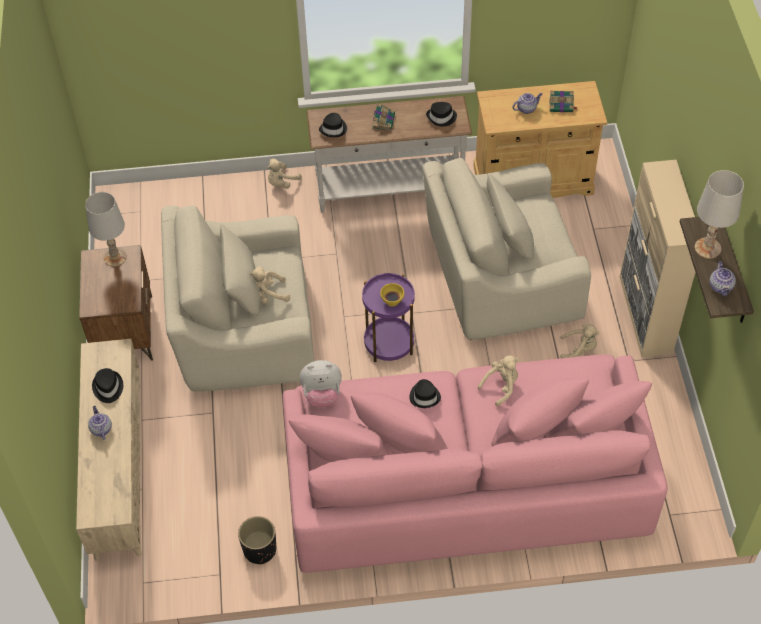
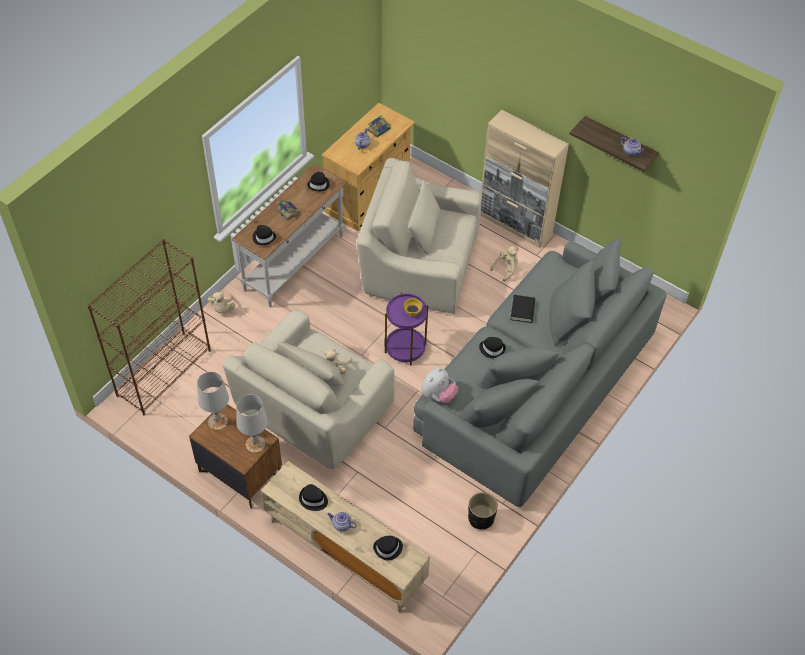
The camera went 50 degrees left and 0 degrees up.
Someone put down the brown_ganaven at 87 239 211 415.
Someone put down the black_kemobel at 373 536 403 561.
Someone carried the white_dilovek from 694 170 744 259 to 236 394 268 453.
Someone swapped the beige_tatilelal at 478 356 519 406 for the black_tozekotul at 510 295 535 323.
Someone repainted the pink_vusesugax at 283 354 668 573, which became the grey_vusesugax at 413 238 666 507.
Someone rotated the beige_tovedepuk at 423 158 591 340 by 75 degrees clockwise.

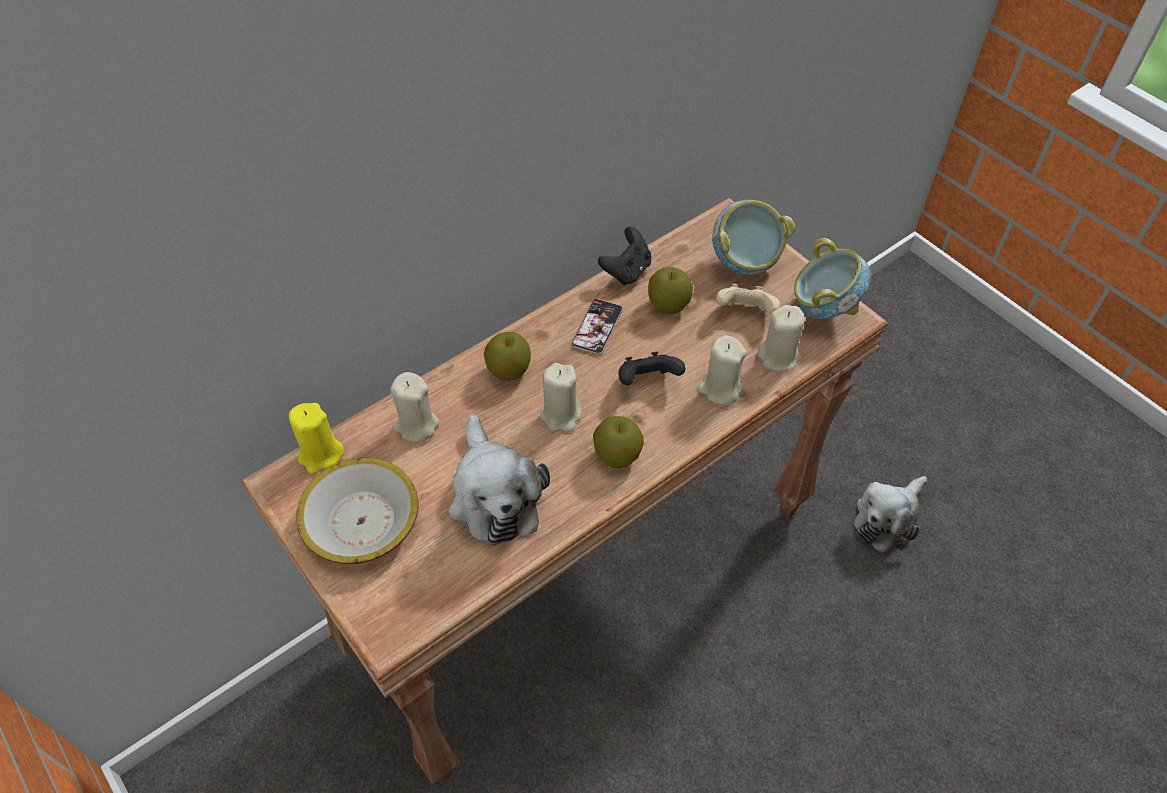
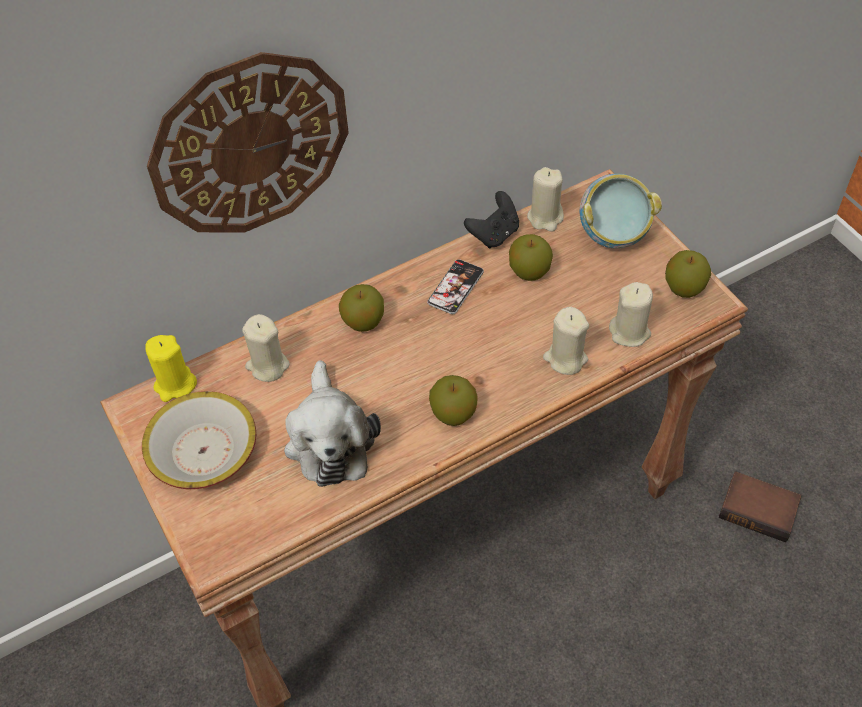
The camera went 10 degrees right and 0 degrees up.
Someone took away the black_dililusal at 618 352 685 385.
Someone took away the beige_dililusal at 716 283 780 314.
Someone put up the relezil at 147 52 349 233.
Someone carried the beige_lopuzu from 540 363 582 432 to 527 167 564 232.
Someone swapped the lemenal at 794 238 871 319 for the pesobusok at 665 250 711 298.
Someone swapped the tatilelal at 854 476 927 553 for the tozekotul at 719 471 801 542.

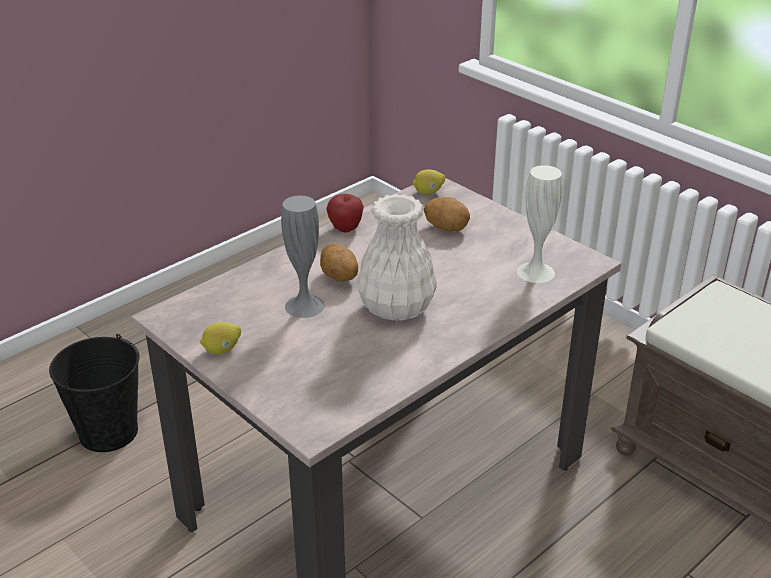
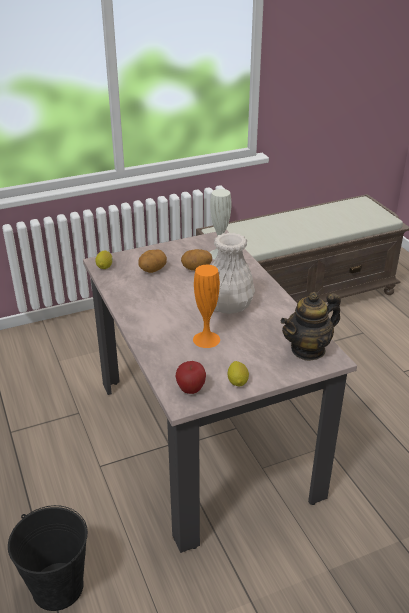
The camera went 70 degrees left and 0 degrees up.
Someone put down the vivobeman at 281 292 341 361.
Someone carried the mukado from 320 243 358 282 to 181 249 212 271.
Someone carried the pesobusok from 327 194 364 232 to 176 361 206 394.
Someone repainted the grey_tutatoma at 281 196 325 318, which became the orange_tutatoma at 193 265 220 348.

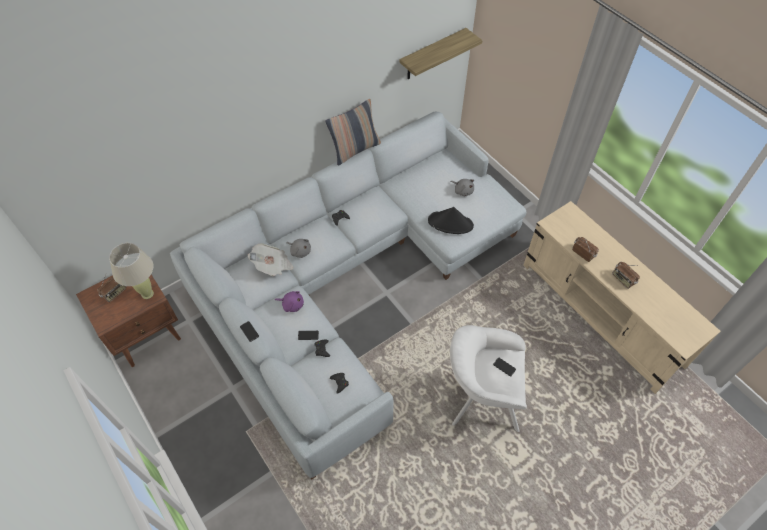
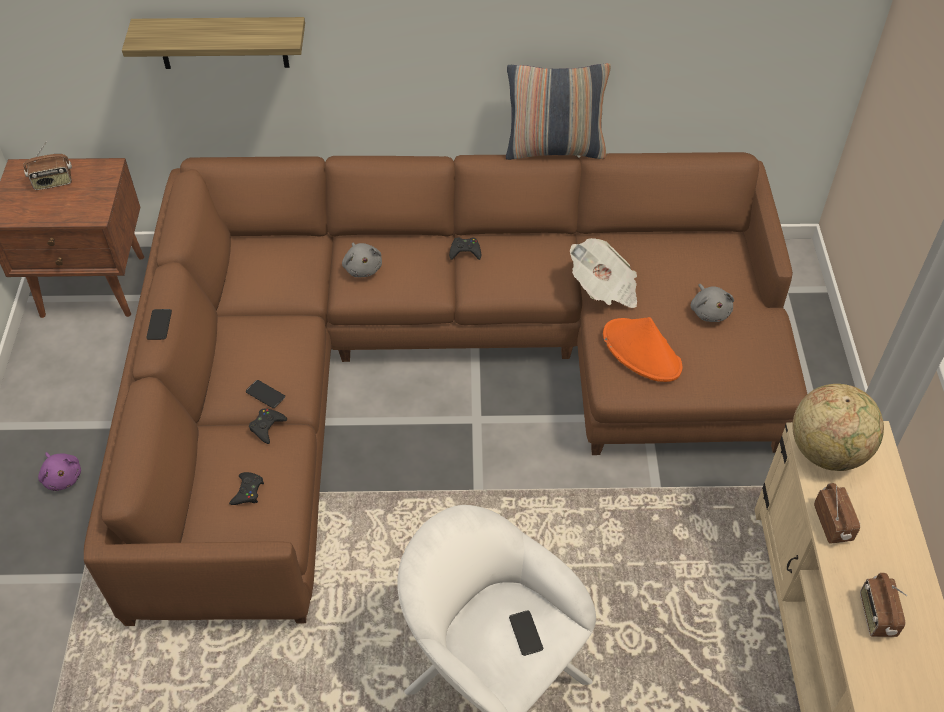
The camera went 35 degrees right and 5 degrees down.
Someone took away the beige_dilovek at 109 243 154 299.
Someone put down the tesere at 792 384 884 471.
Someone carried the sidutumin from 248 243 294 276 to 570 238 637 308.
Someone carried the purple_tatilelal from 275 291 304 312 to 38 452 81 491.
Someone carried the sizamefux from 399 28 483 79 to 122 17 305 69.
Someone repainted the grey_vusesugax at 170 112 526 479, which became the brown_vusesugax at 84 152 807 626.
Someone repainted the black_kemobel at 428 207 474 234, which became the orange_kemobel at 603 317 682 382.

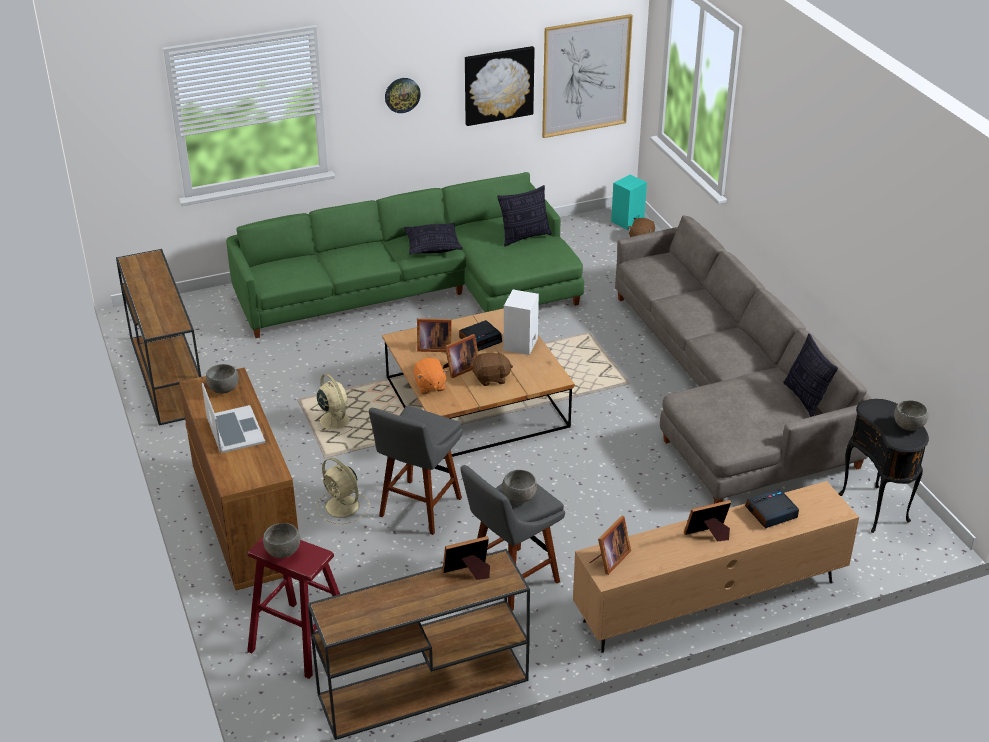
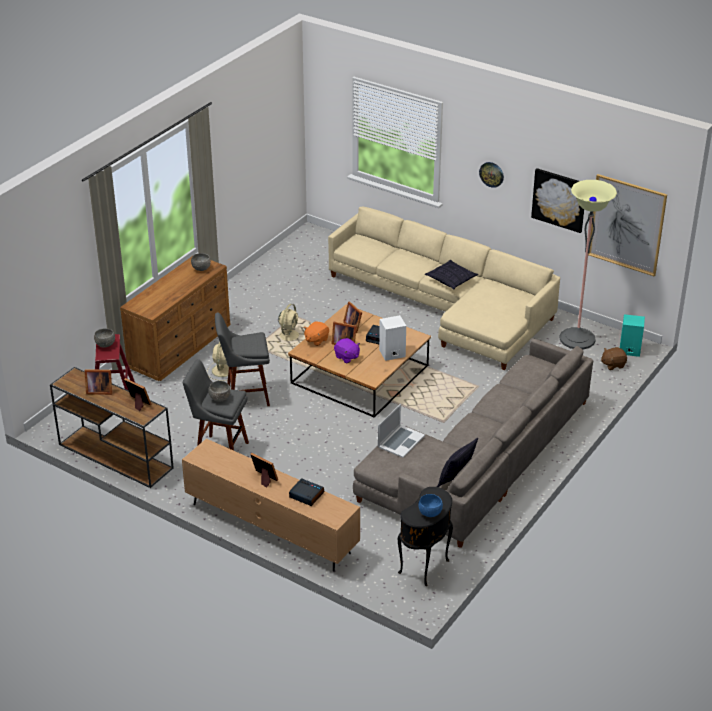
The camera went 55 degrees right and 0 degrees up.
Someone took away the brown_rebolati at 116 249 201 426.
Someone took away the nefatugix at 497 185 552 247.
Someone put down the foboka at 559 180 617 350.
Someone carried the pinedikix from 202 383 265 453 to 378 404 425 458.
Someone carried the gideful from 590 516 631 575 to 84 369 112 395.
Someone repainted the green_vusesugax at 226 172 584 338, which became the beige_vusesugax at 328 206 560 370.
Someone repainted the brown_tatilelal at 472 350 513 386, which became the purple_tatilelal at 334 338 360 363.
Someone repainted the grey_lemenal at 894 400 929 431, which became the blue_lemenal at 418 494 443 517.

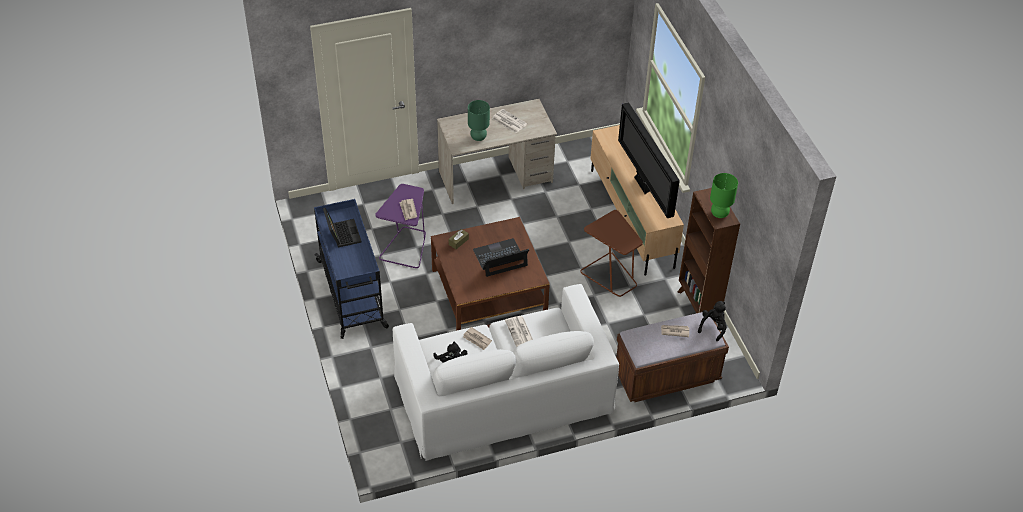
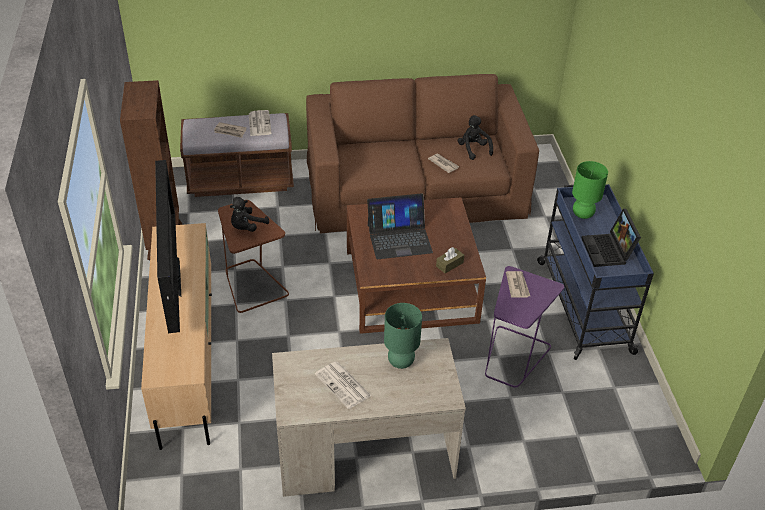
The camera went 170 degrees left and 5 degrees down.
Someone carried the sidutumin from 505 316 533 347 to 249 110 272 136.
Someone carried the black_tatilelal from 698 301 727 341 to 230 197 269 232.
Someone carried the green_dilovek from 710 173 738 218 to 572 161 608 219.
Someone repainted the white_vusesugax at 393 284 619 461, which became the brown_vusesugax at 306 74 539 234.

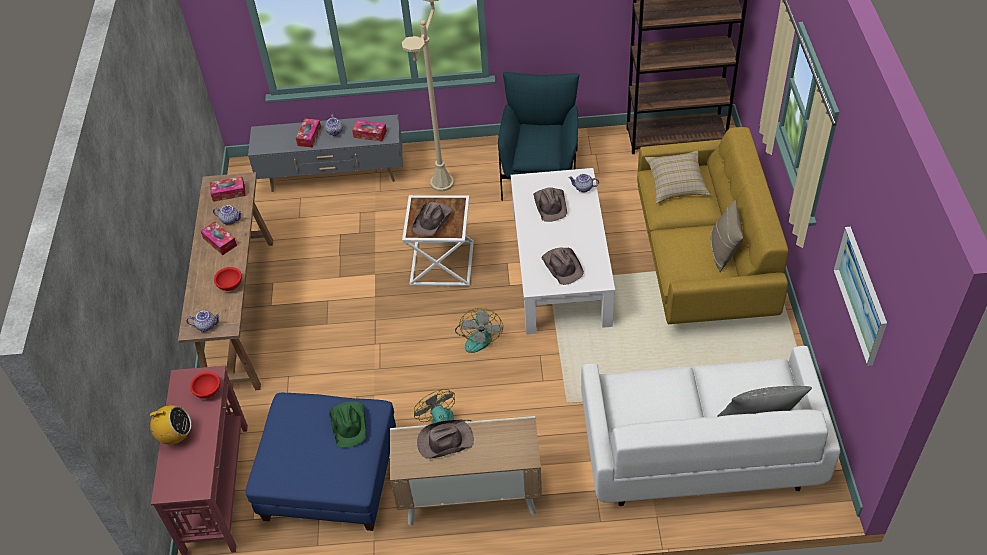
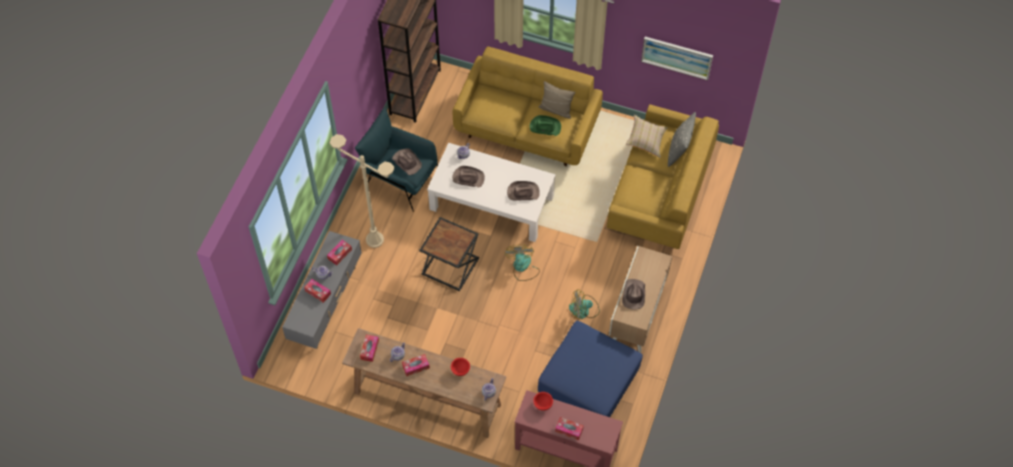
The camera went 70 degrees left and 10 degrees up.
Someone carried the green_kemobel from 329 401 366 448 to 529 115 561 136.
Someone carried the brown_kemobel from 412 202 453 236 to 392 148 422 175.
Someone carried the beige_nefatugix from 645 150 711 203 to 626 115 668 158.
Someone swapped the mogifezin at 144 405 191 445 for the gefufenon at 555 417 584 440.
Someone repainted the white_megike at 402 195 474 286, which became the black_megike at 419 217 479 291.
Someone repainted the white_vusesugax at 581 346 840 506, which became the yellow_vusesugax at 607 104 719 249.
Someone rotated the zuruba at 455 308 503 353 by 120 degrees counterclockwise.

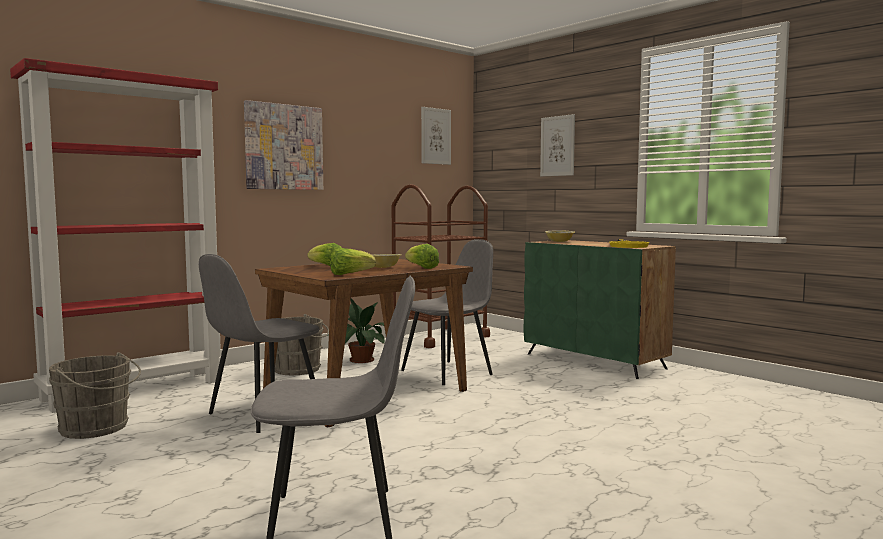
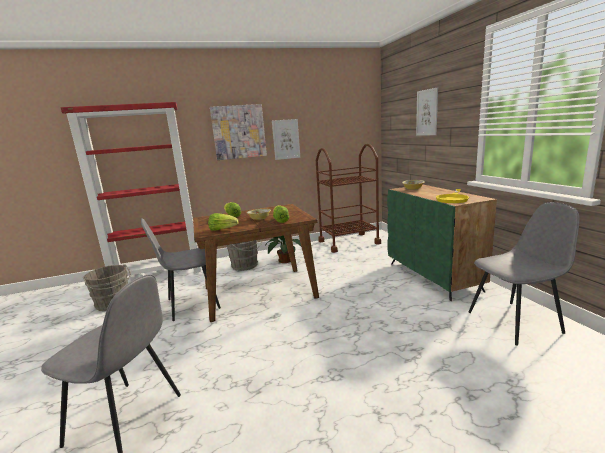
The camera went 25 degrees right and 10 degrees up.
Someone carried the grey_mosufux from 401 239 493 385 to 469 202 580 346.
Someone carried the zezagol from 421 107 451 165 to 272 119 300 160.

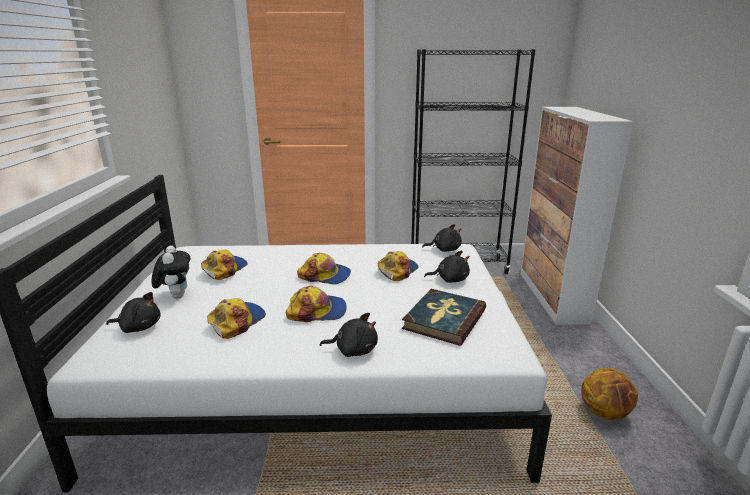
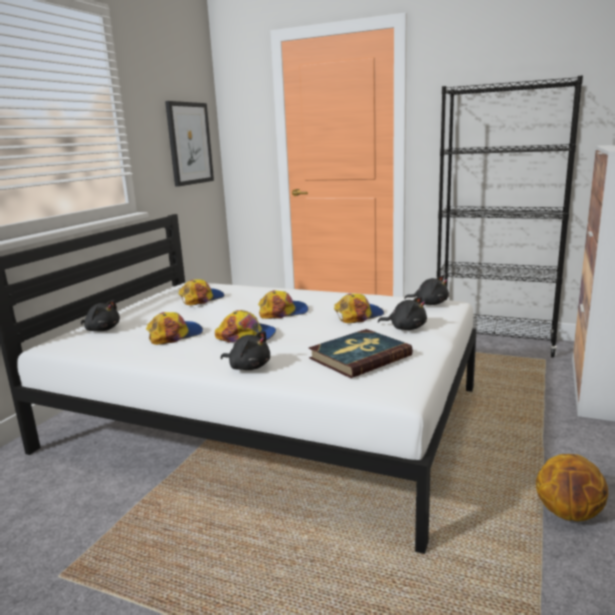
The camera went 25 degrees right and 5 degrees down.
Someone took away the tatilelal at 152 245 190 299.
Someone put up the zezagol at 165 101 214 187.
Someone rotated the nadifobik at 297 253 351 284 by 60 degrees counterclockwise.

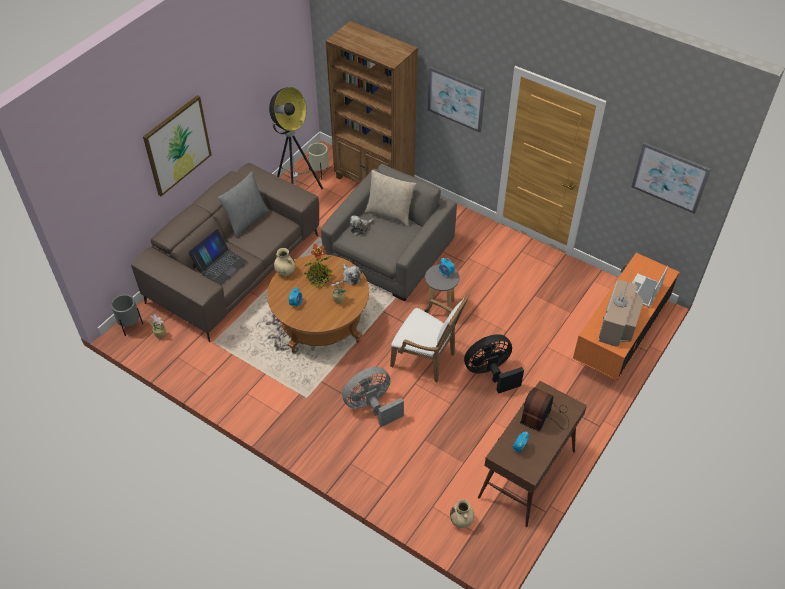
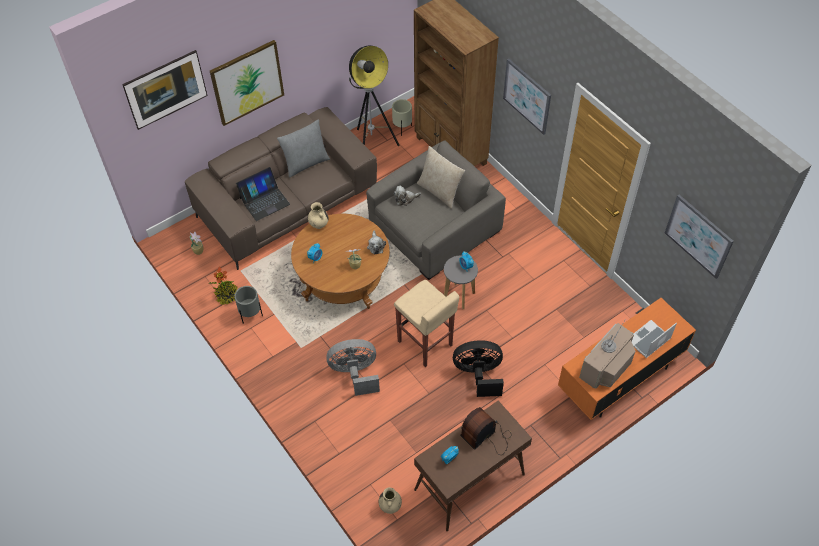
The camera went 20 degrees right and 5 degrees up.
Someone put up the zezagol at 122 50 208 130.
Someone carried the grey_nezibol from 111 294 143 336 to 234 286 263 324.
Someone carried the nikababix from 304 243 332 288 to 210 267 238 305.
Someone swapped the white_tovedepuk at 390 293 470 382 for the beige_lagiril at 394 280 459 367.

